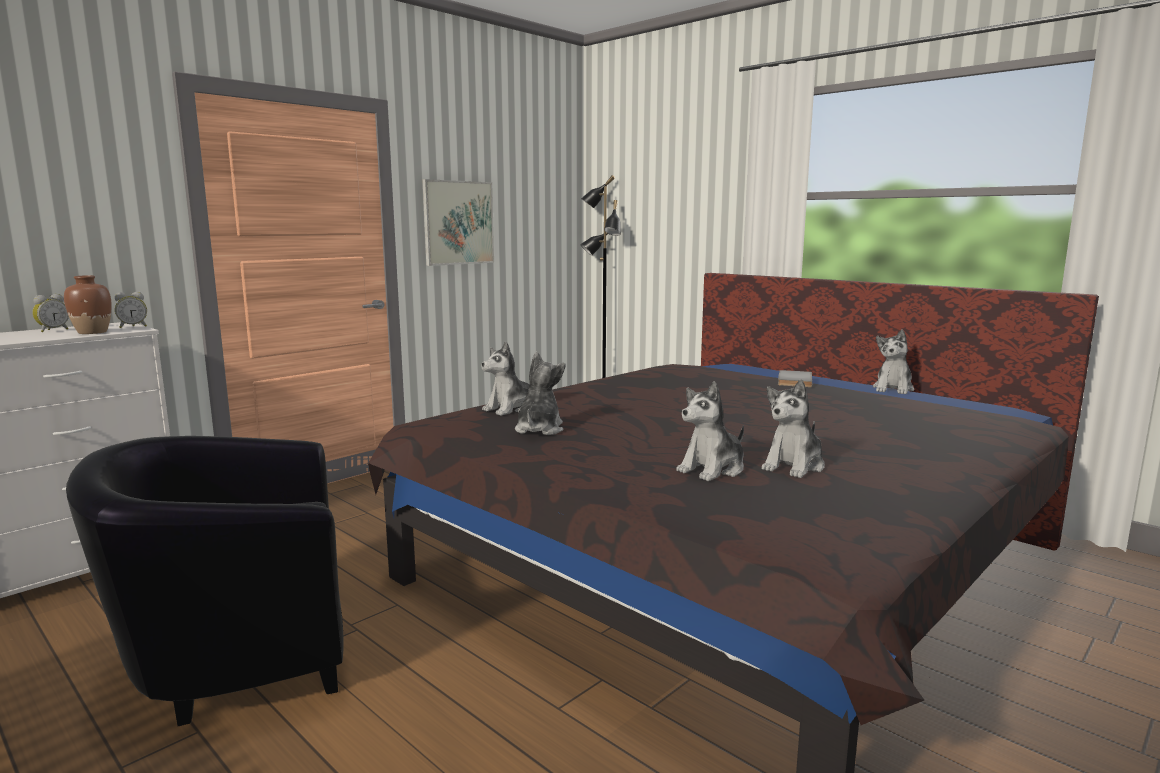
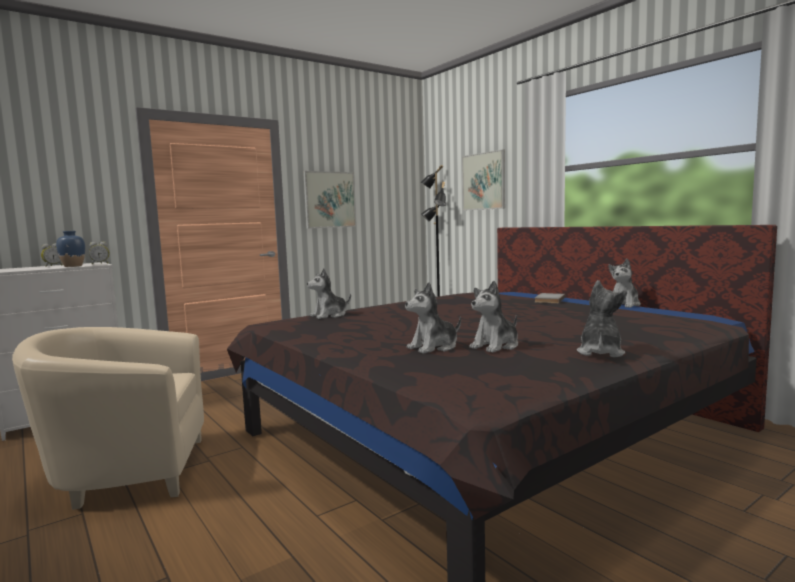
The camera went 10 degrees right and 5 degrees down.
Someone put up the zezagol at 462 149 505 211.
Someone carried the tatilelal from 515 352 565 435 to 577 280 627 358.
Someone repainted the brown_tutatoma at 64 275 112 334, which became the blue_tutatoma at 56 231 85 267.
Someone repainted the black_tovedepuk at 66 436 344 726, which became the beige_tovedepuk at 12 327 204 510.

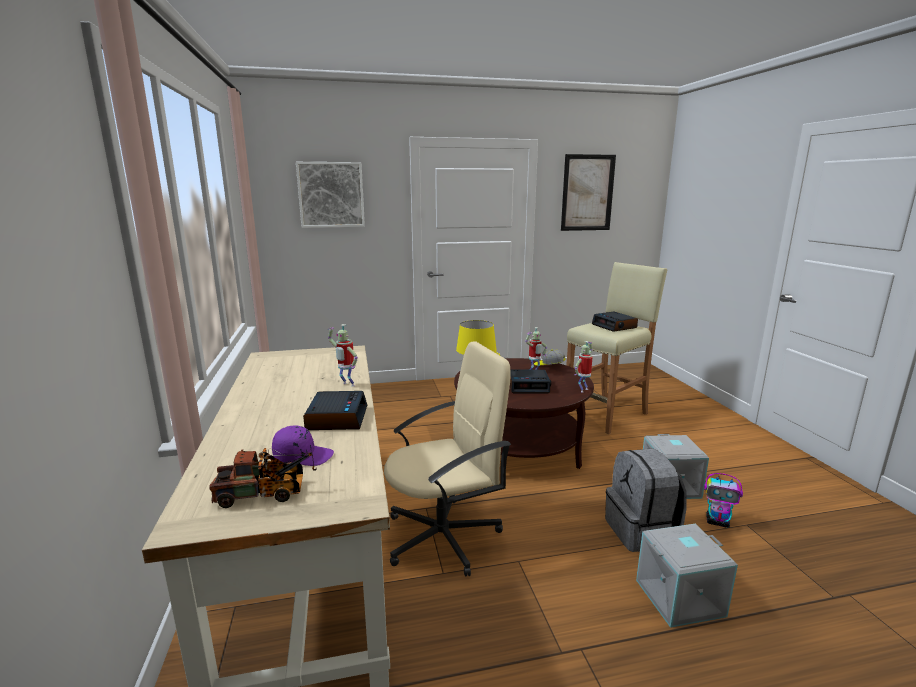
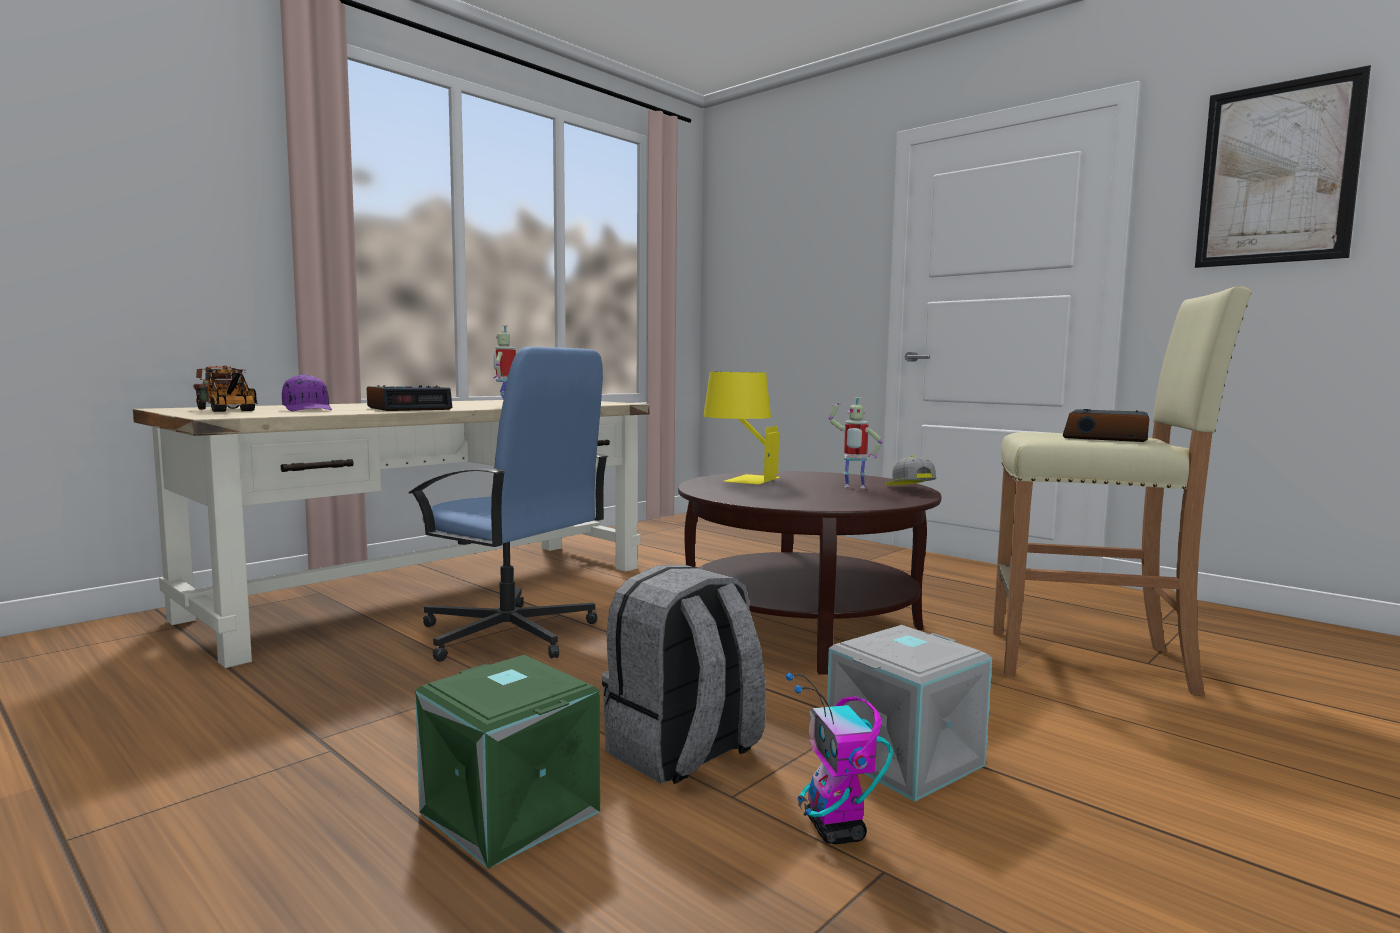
The camera went 55 degrees right and 10 degrees down.
Someone took away the zezagol at 296 162 365 228.
Someone took away the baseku at 510 370 551 394.
Someone took away the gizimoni at 574 341 593 393.
Someone repainted the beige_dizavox at 384 342 511 577, which became the blue_dizavox at 409 347 609 662.
Someone repainted the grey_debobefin at 636 524 738 628, which became the green_debobefin at 415 655 600 869.

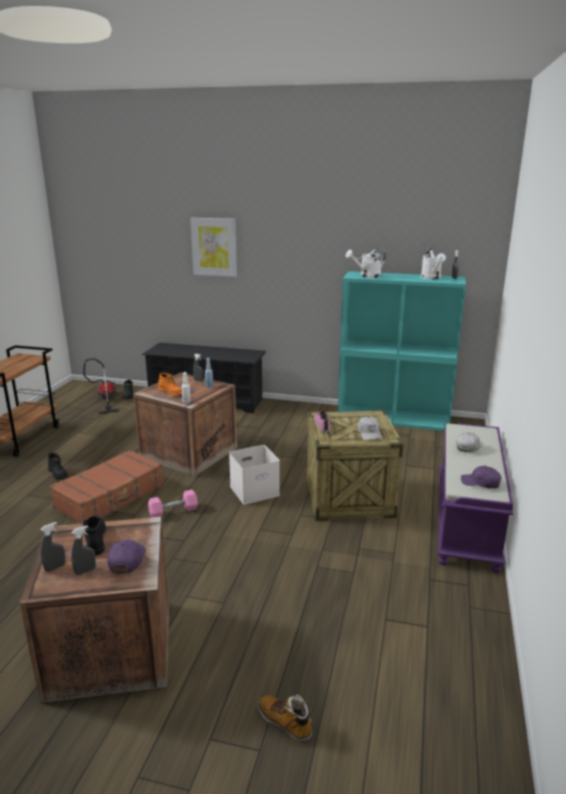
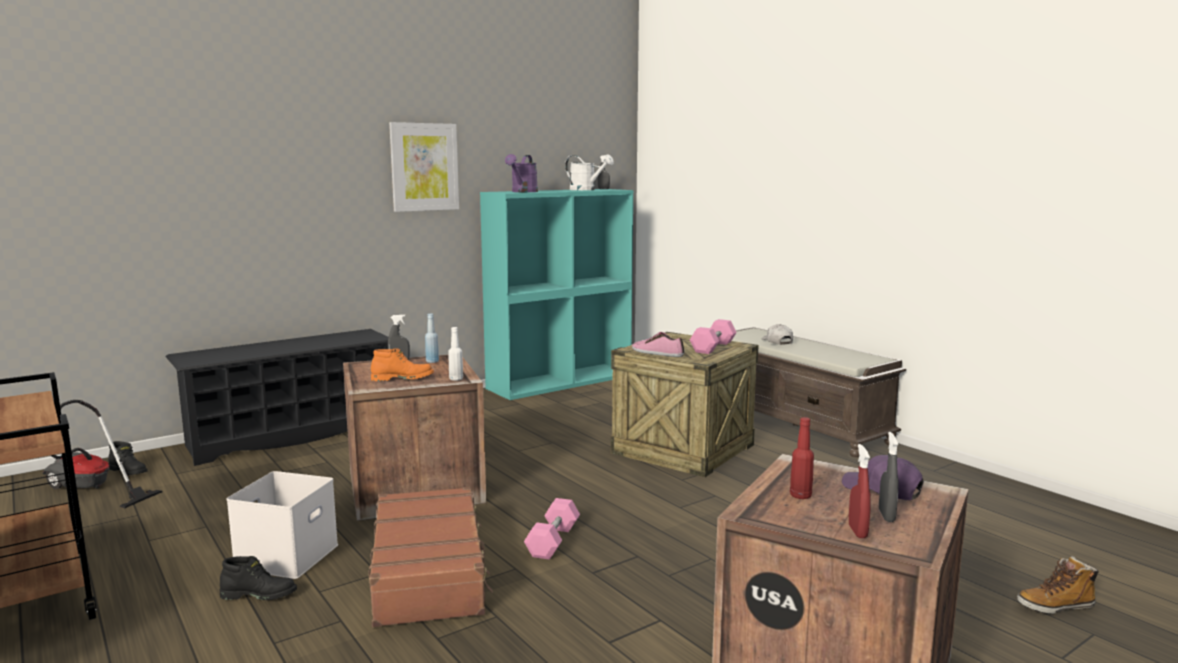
The camera went 50 degrees left and 10 degrees down.
Someone took away the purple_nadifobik at 461 466 501 488.
Someone carried the zezagol from 190 218 237 277 to 389 122 459 212.
Someone carried the white_debobefin from 229 445 280 505 to 226 471 338 579.
Someone swapped the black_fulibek at 82 515 106 555 for the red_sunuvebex at 790 417 814 499.
Someone swapped the white_nadifobik at 358 417 382 440 for the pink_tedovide at 690 319 737 354.
Someone repainted the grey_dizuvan at 41 522 65 572, which became the red_dizuvan at 849 444 871 538.
Someone repainted the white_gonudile at 345 248 386 278, which became the purple_gonudile at 505 154 538 192.
Someone repainted the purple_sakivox at 438 424 513 573, which became the brown_sakivox at 732 327 906 458.

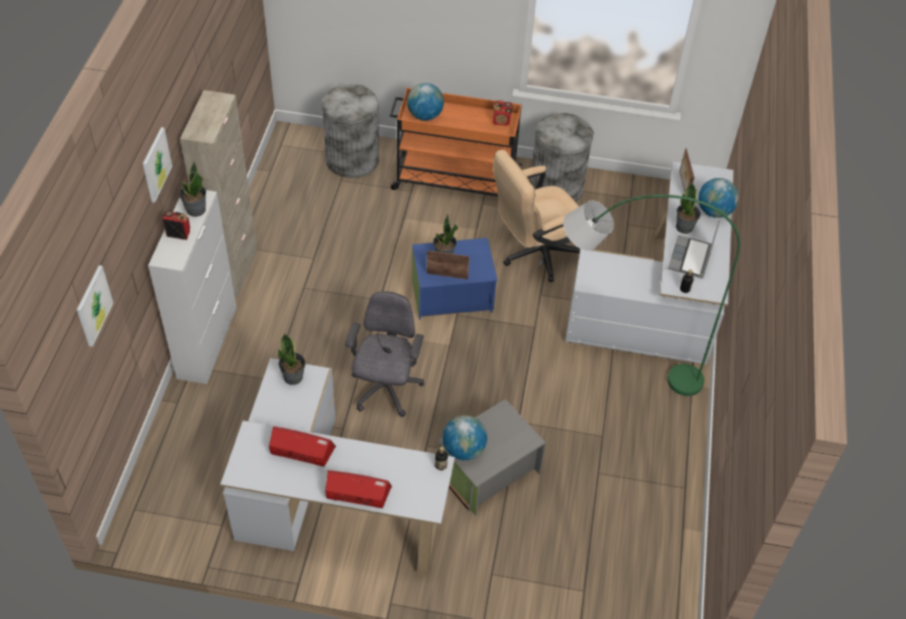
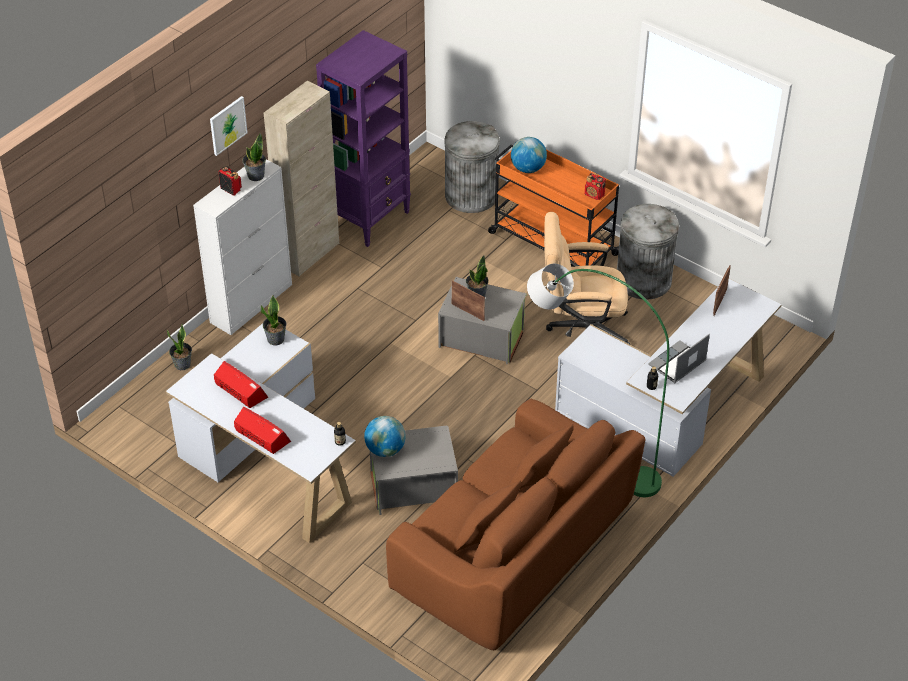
The camera went 30 degrees right and 5 degrees down.
Someone took away the zezagol at 77 265 113 347.
Someone took away the grey_dizavox at 345 291 424 417.
Someone took away the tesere at 698 178 739 218.
Someone put down the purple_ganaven at 316 30 411 247.
Someone put down the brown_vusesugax at 386 399 645 650.
Someone carried the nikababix from 676 183 701 234 to 167 324 192 370.
Someone repainted the blue_debobefin at 412 238 498 320, which became the grey_debobefin at 438 277 527 365.

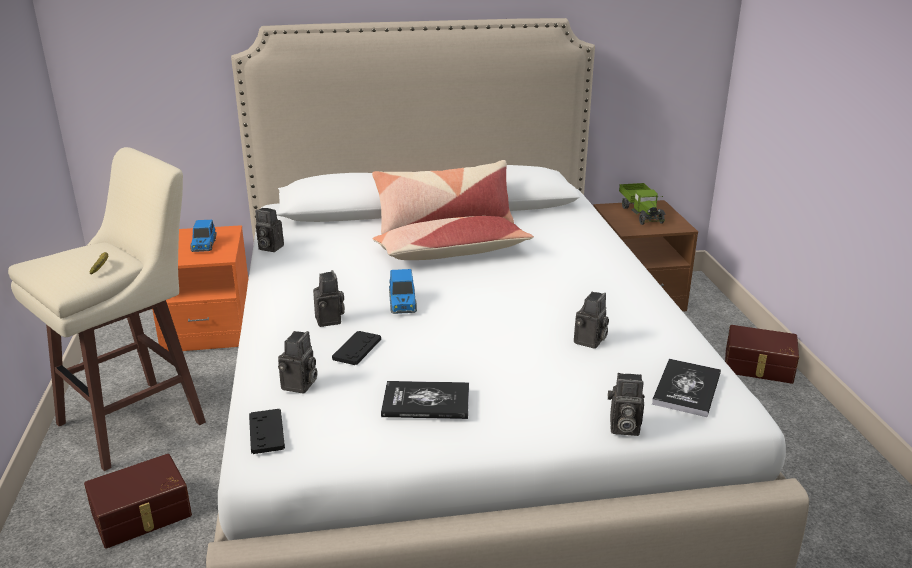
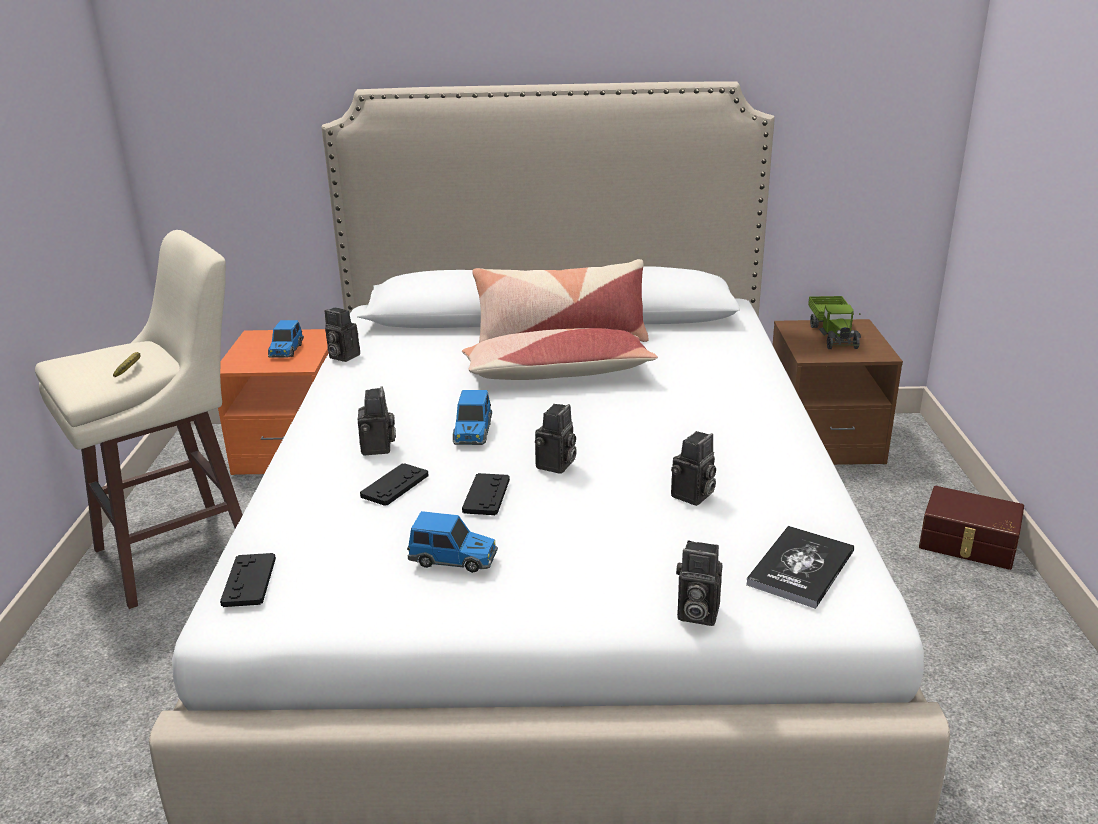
The camera went 10 degrees right and 0 degrees up.
Someone took away the brown_debobefin at 84 454 192 549.
Someone put down the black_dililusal at 462 473 510 515.
Someone carried the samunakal from 278 331 317 393 to 535 404 577 474.
Someone swapped the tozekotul at 381 381 469 419 for the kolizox at 407 511 498 573.

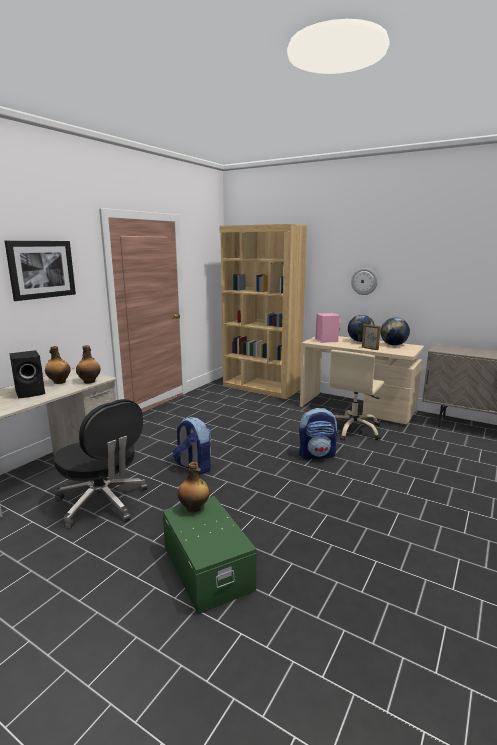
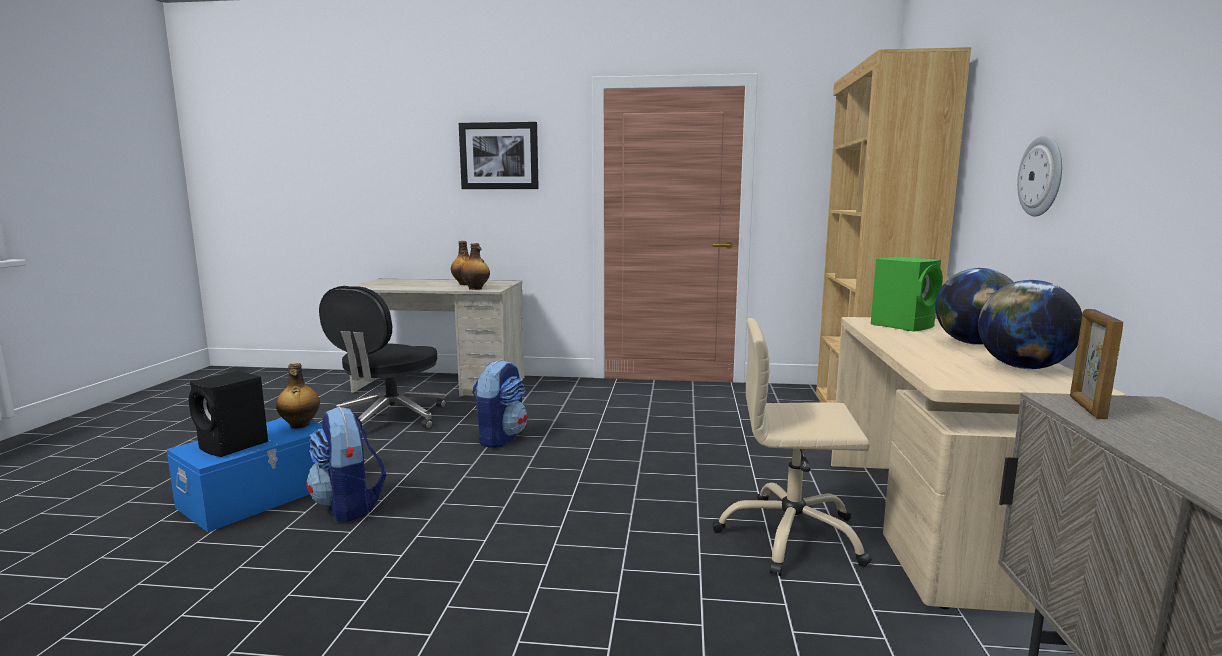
The camera went 65 degrees right and 5 degrees down.
Someone carried the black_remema from 9 350 45 398 to 189 371 268 457.
Someone carried the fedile from 299 408 337 459 to 306 407 386 522.
Someone carried the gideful from 362 324 381 350 to 1070 309 1123 419.
Someone repainted the green_debobefin at 163 496 257 615, which became the blue_debobefin at 166 418 322 532.
Someone repainted the pink_remema at 315 313 341 343, which became the green_remema at 871 257 943 332.

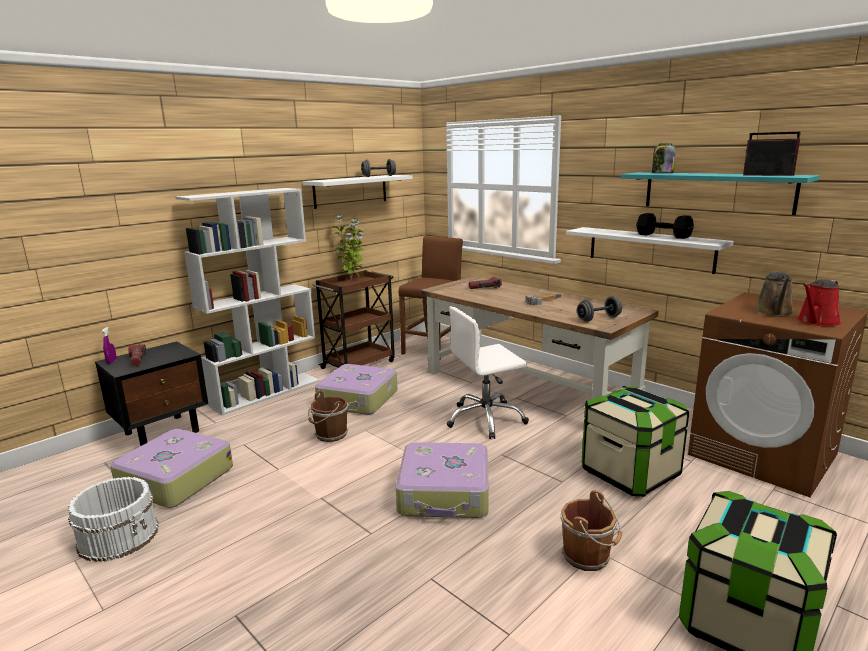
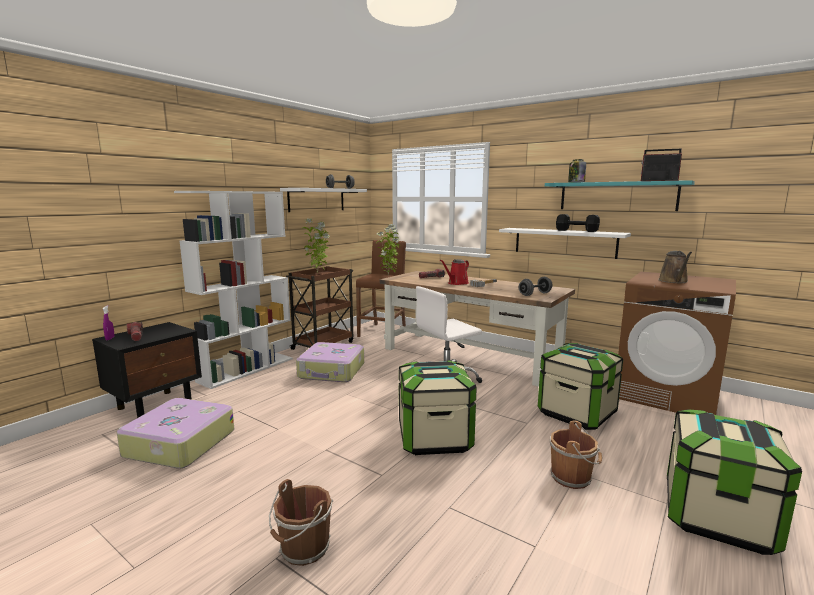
The camera went 10 degrees left and 5 degrees down.
Someone took away the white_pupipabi at 68 477 159 562.
Someone put down the nikababix at 376 224 400 276.
Someone carried the brown_pupipabi from 308 391 349 442 to 269 479 333 566.
Someone carried the red_gonudile from 797 279 841 326 to 440 259 469 285.
Someone swapped the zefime at 396 442 489 518 for the debobefin at 399 360 477 455.

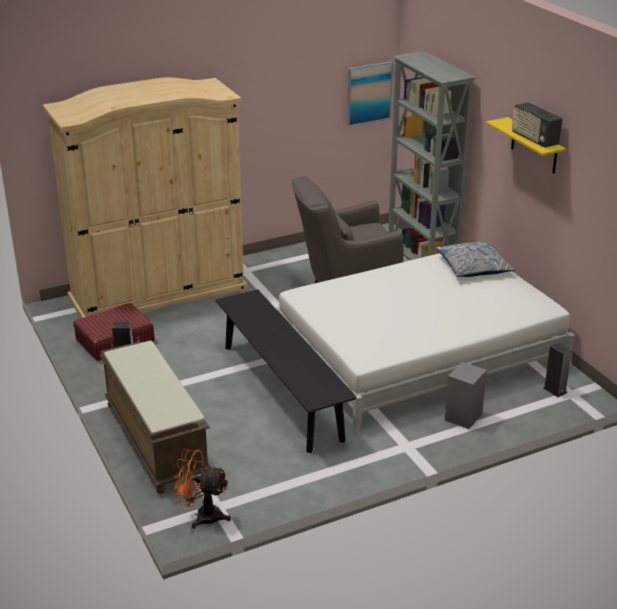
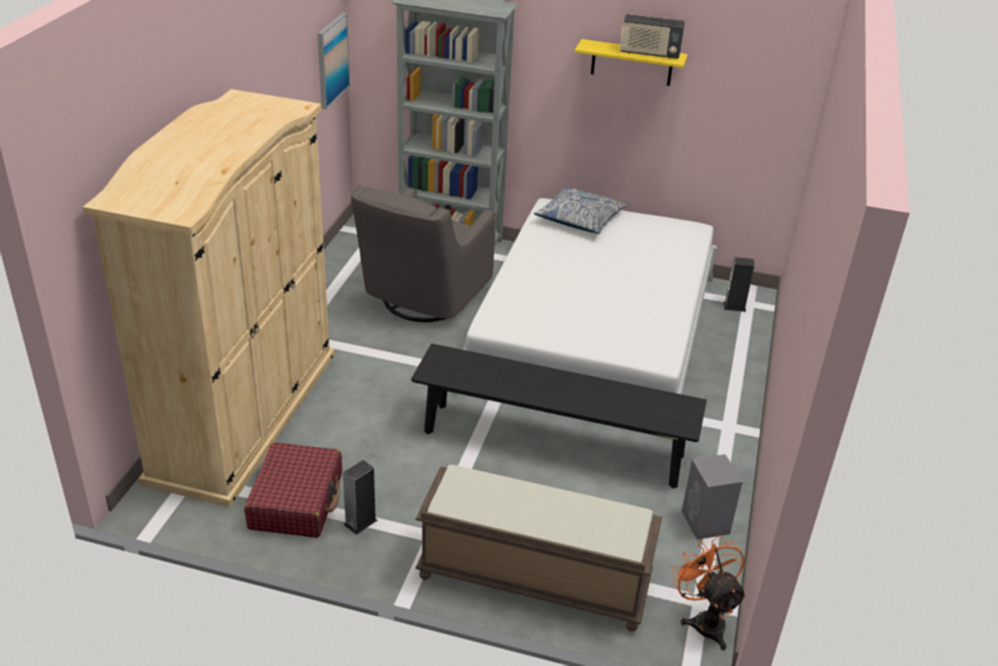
The camera went 50 degrees left and 5 degrees up.
Someone carried the grey_remema from 445 362 487 429 to 682 454 743 540.
Someone rotated the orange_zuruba at 172 449 231 529 by 105 degrees clockwise.

